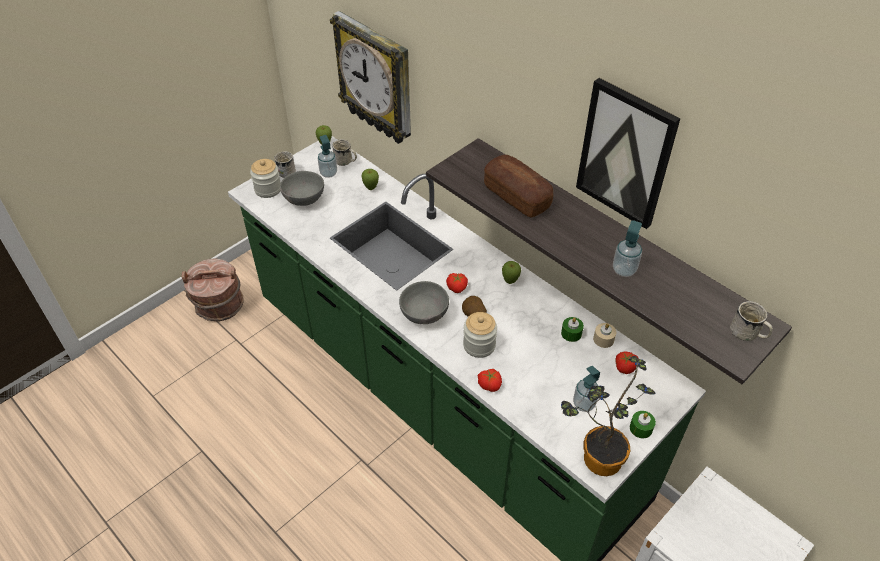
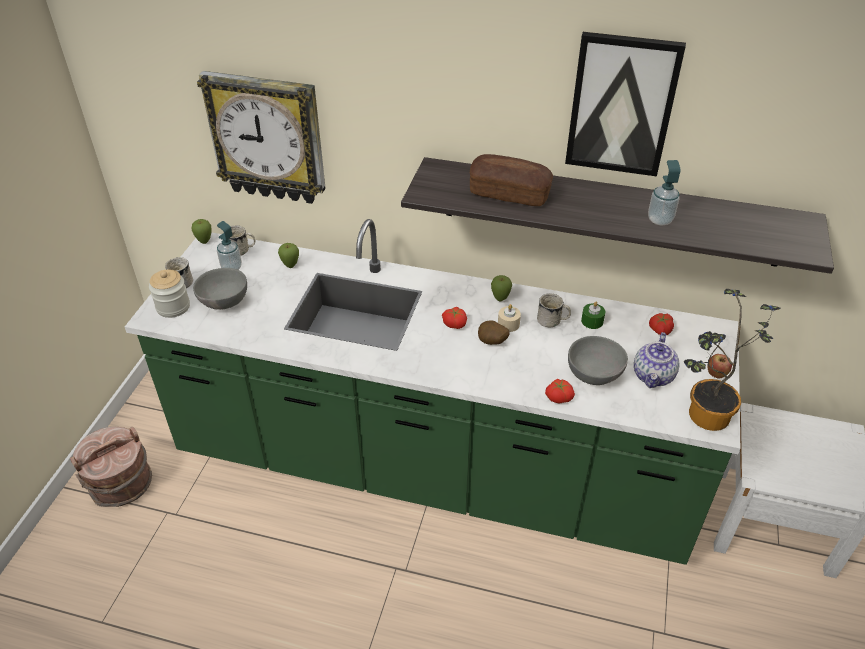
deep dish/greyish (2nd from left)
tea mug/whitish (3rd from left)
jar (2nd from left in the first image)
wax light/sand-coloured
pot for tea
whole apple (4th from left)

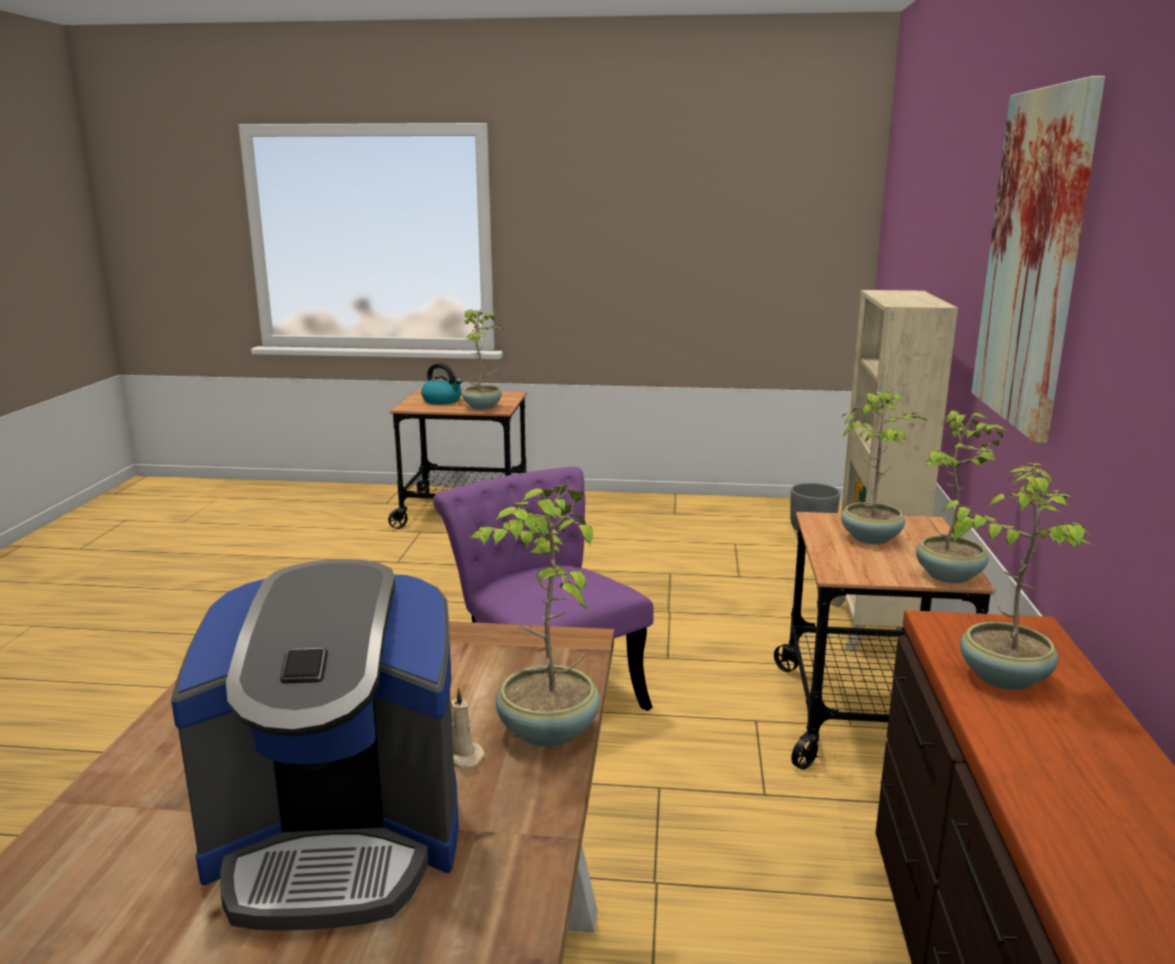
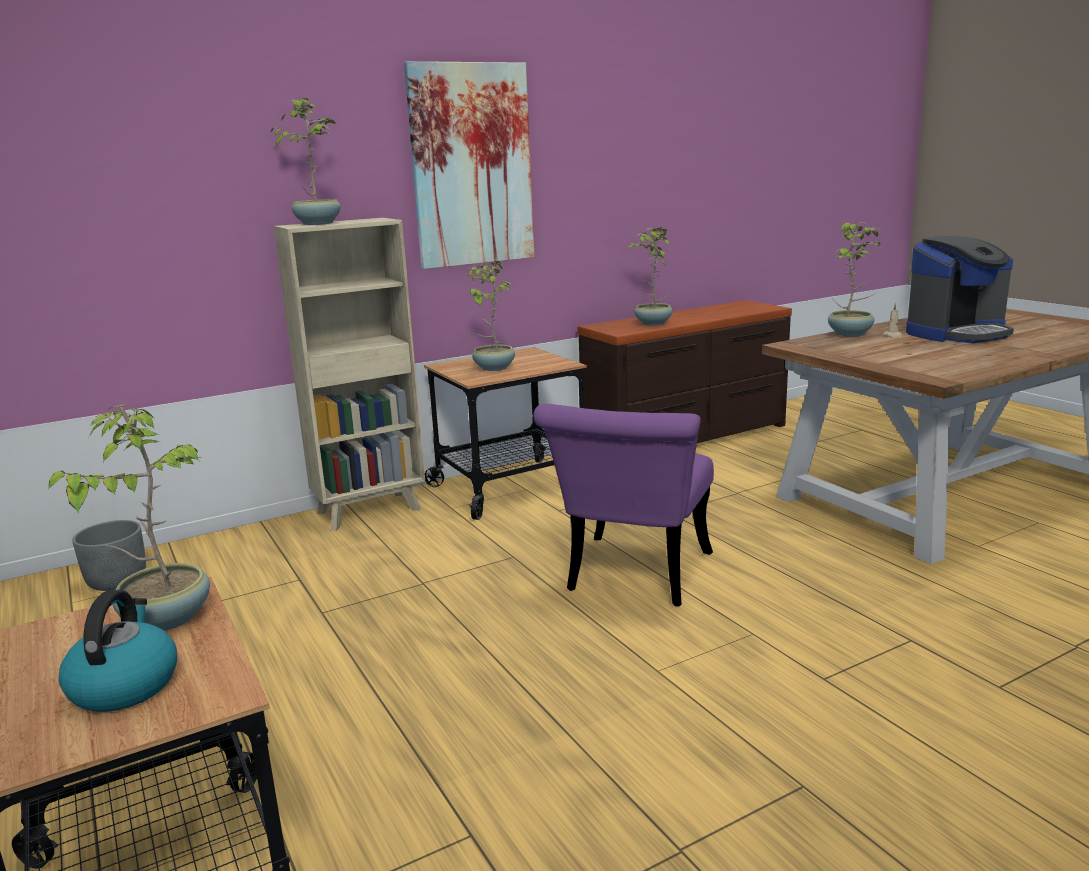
plant in a pot (2nd from left)
coffee machine

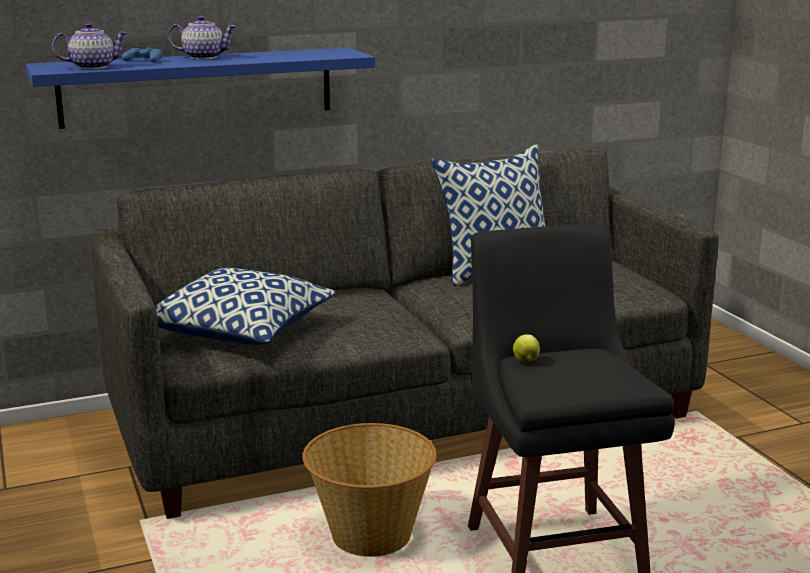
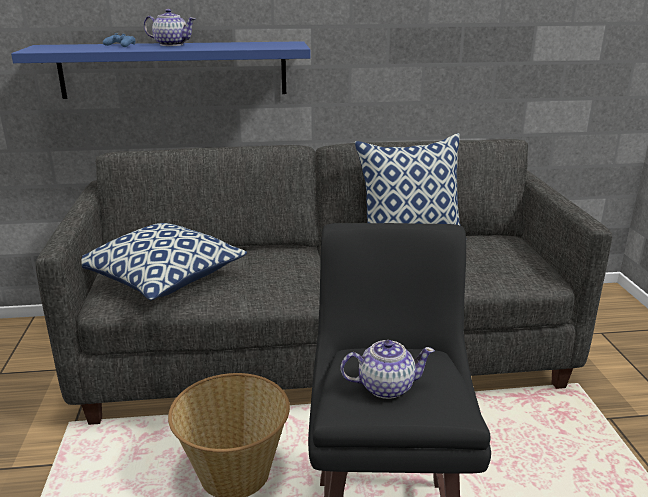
pot for tea (2nd from left)
whole apple

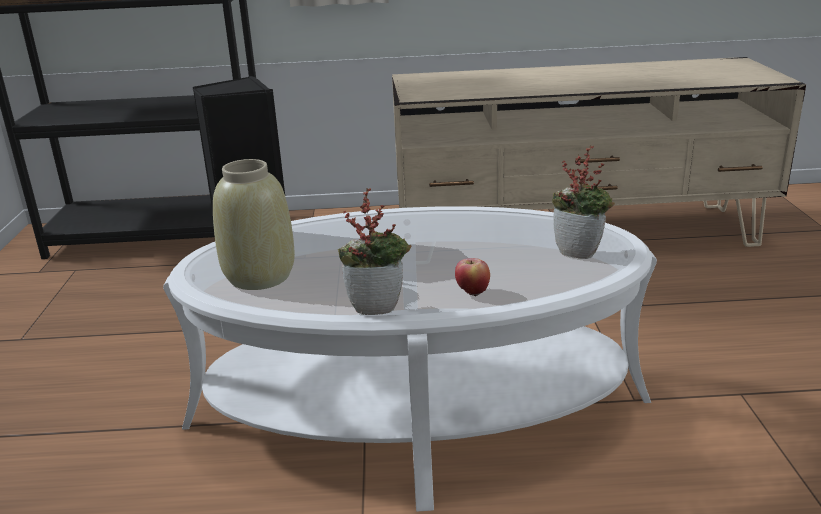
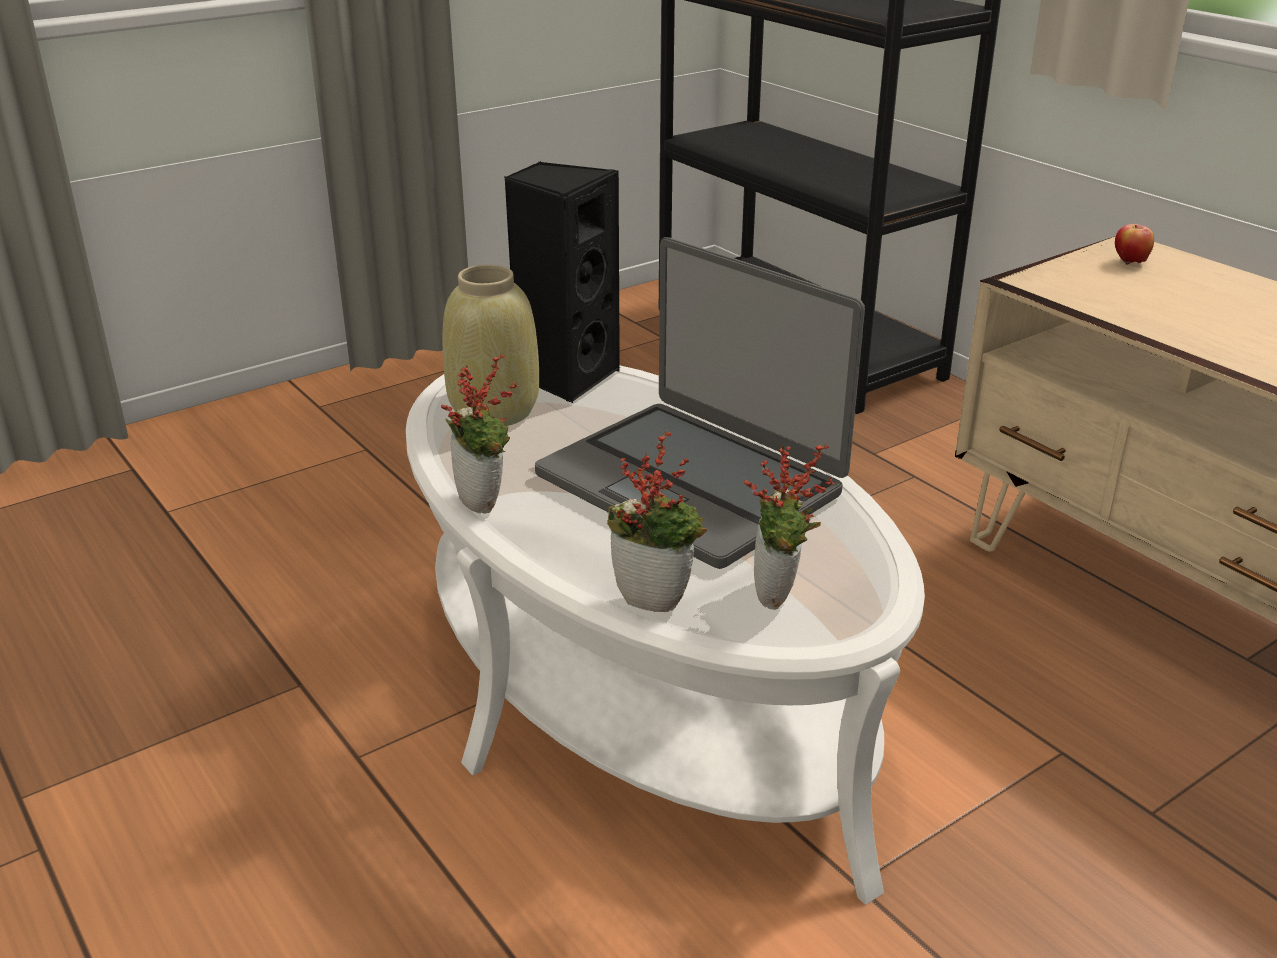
whole apple
laptop
plant in a pot (2nd from left)

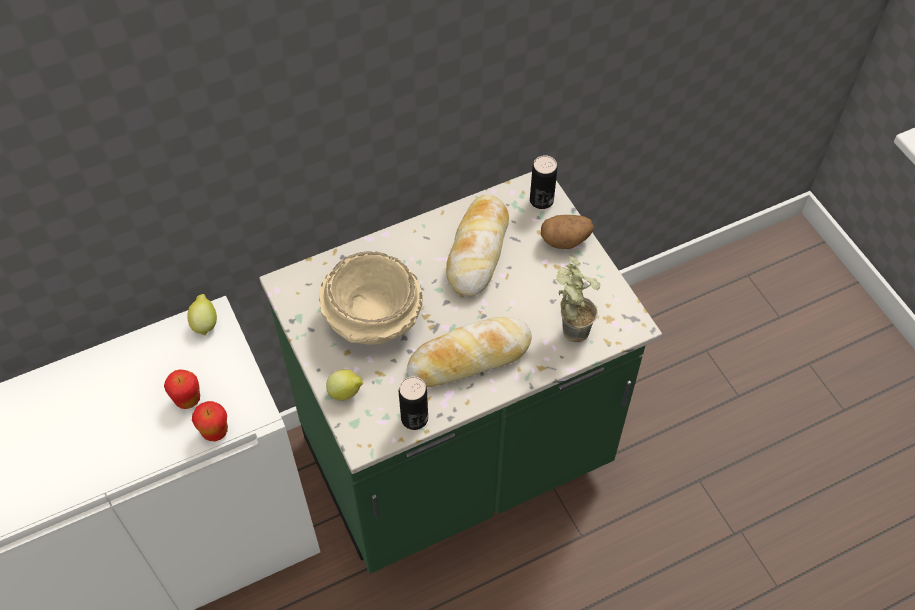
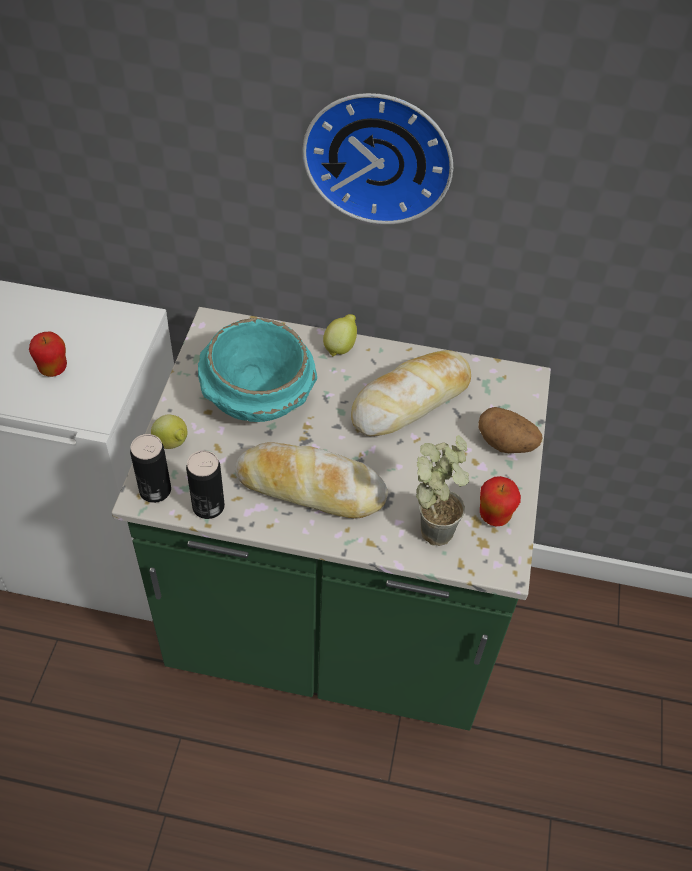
can (1st from left)
deep dish/turquoise
whole lemon (2nd from left)
whole apple (2nd from left)
clock on the wall

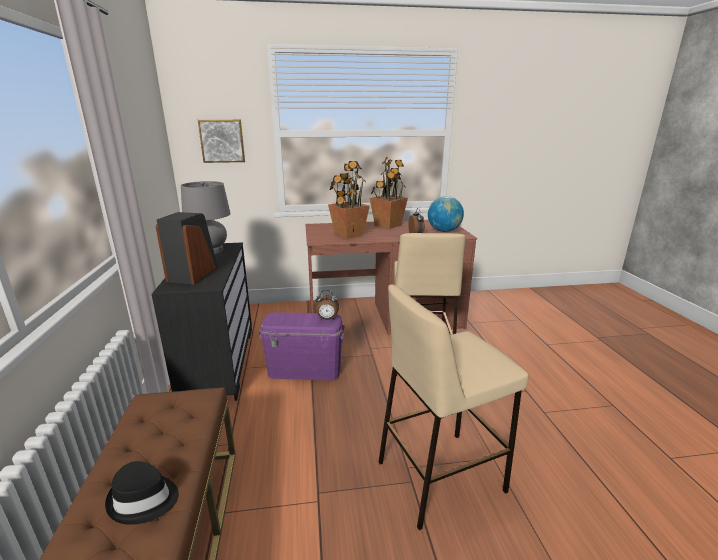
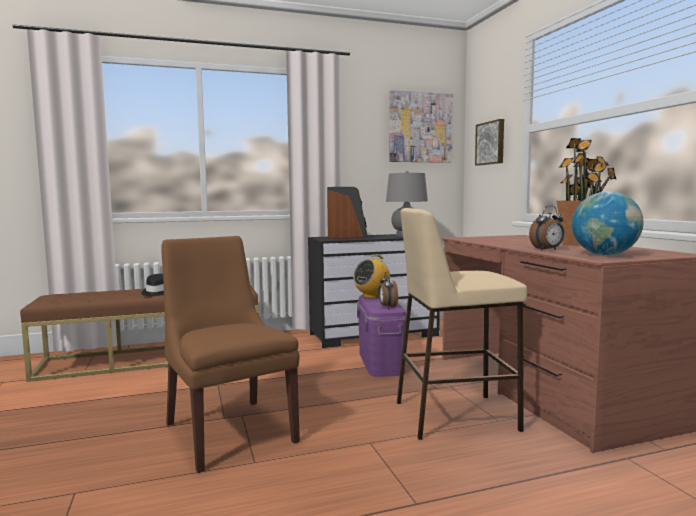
plant in a pot (1st from left in the first image)
chair/brown
picture (1st from left)
radio

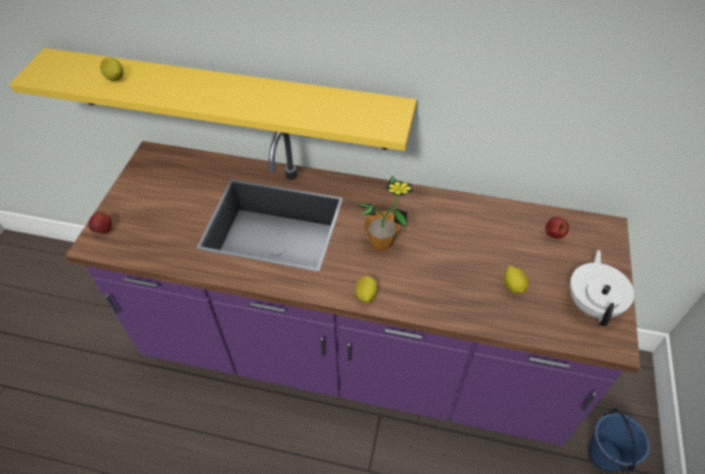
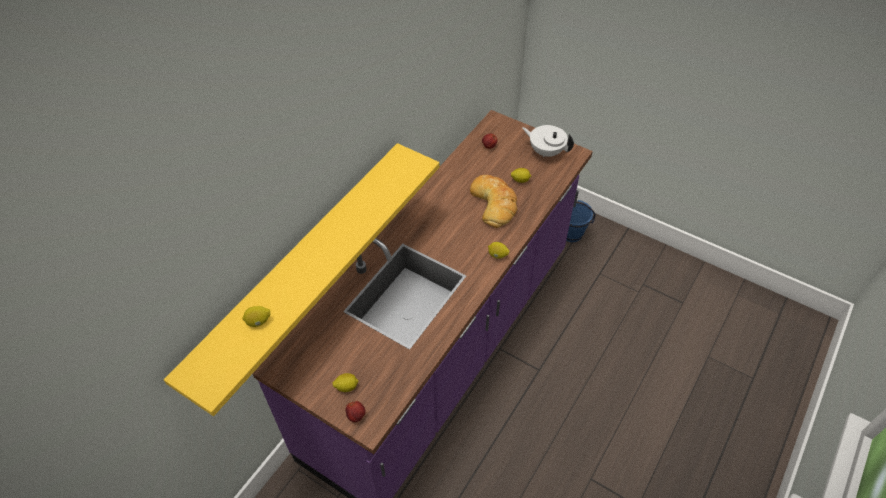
plant in a pot
baked bread
whole lemon (2nd from left)

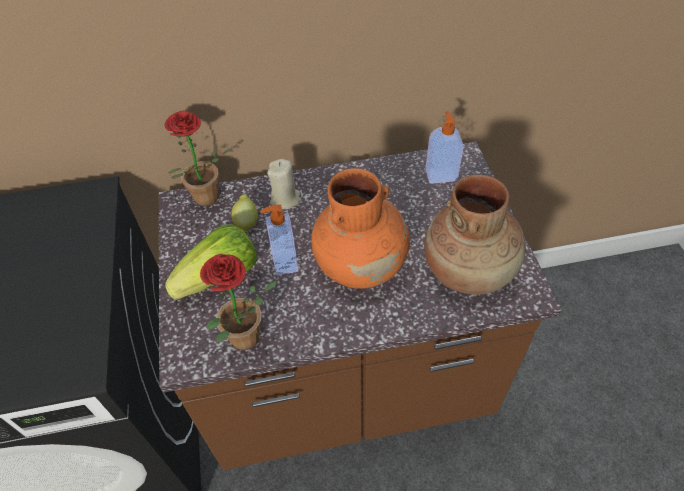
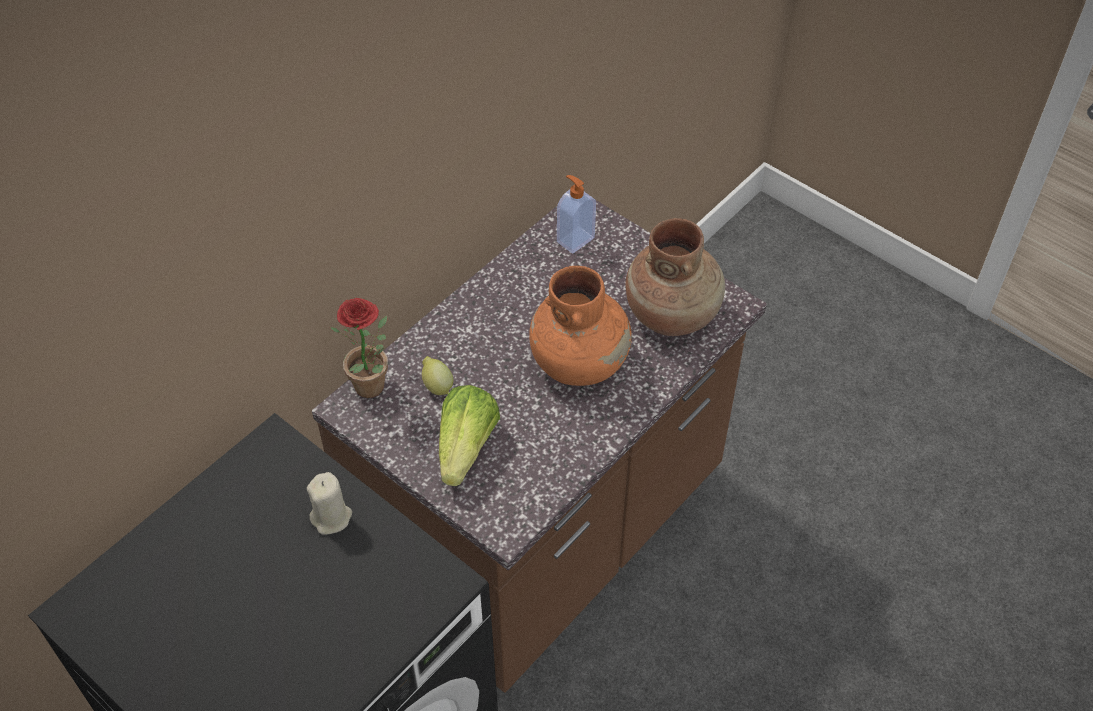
wax light/sand-coloured
liquid soap bottle (1st from left in the first image)
plant in a pot (2nd from left in the first image)

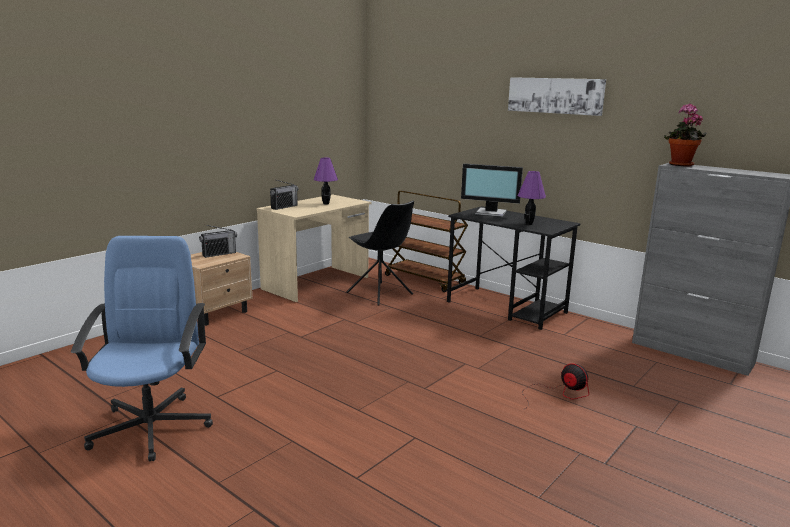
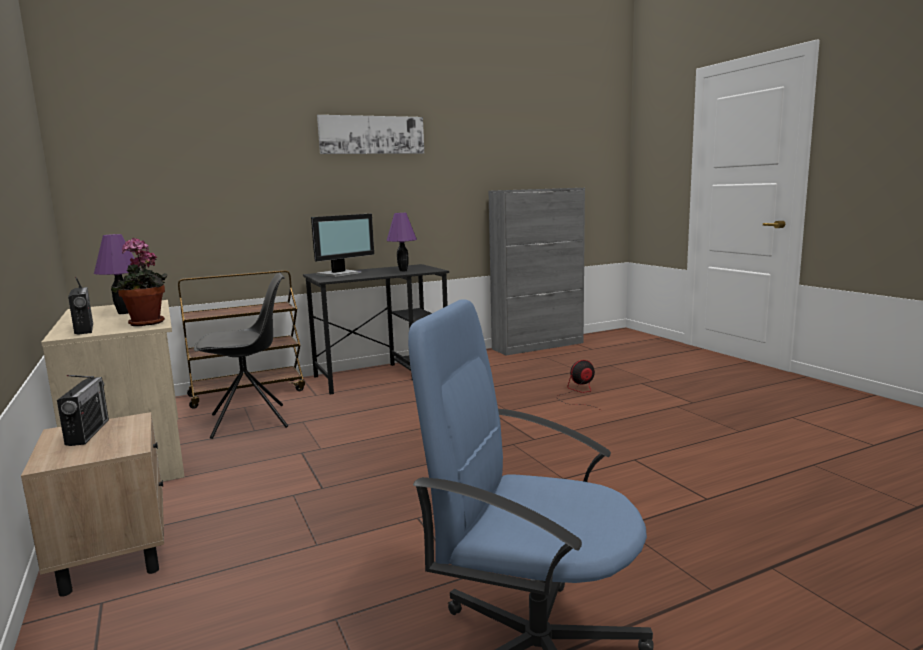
plant in a pot

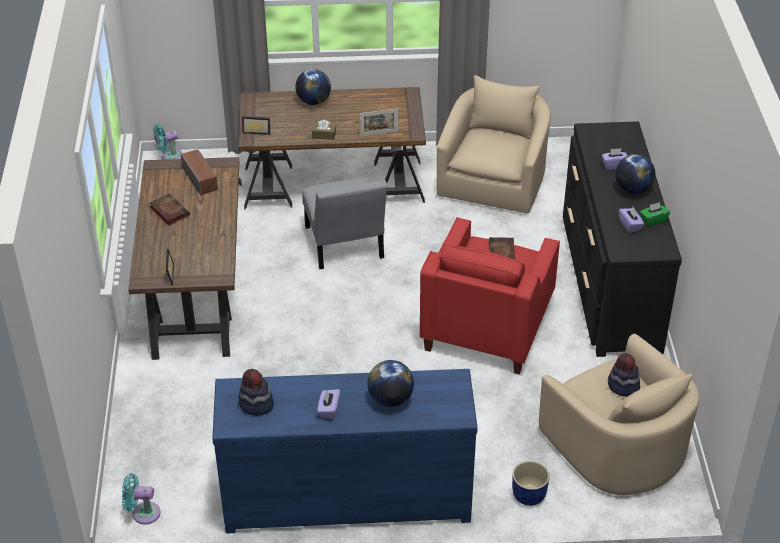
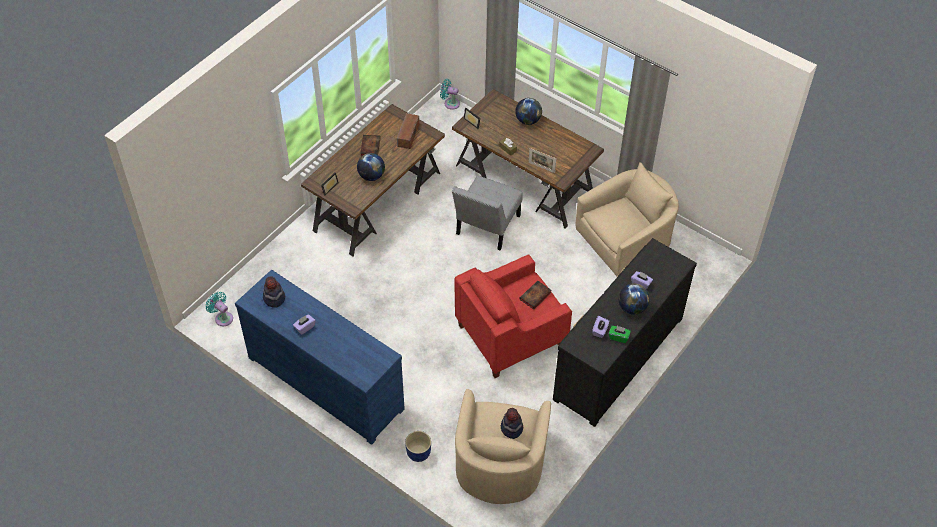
globe (1st from left)

